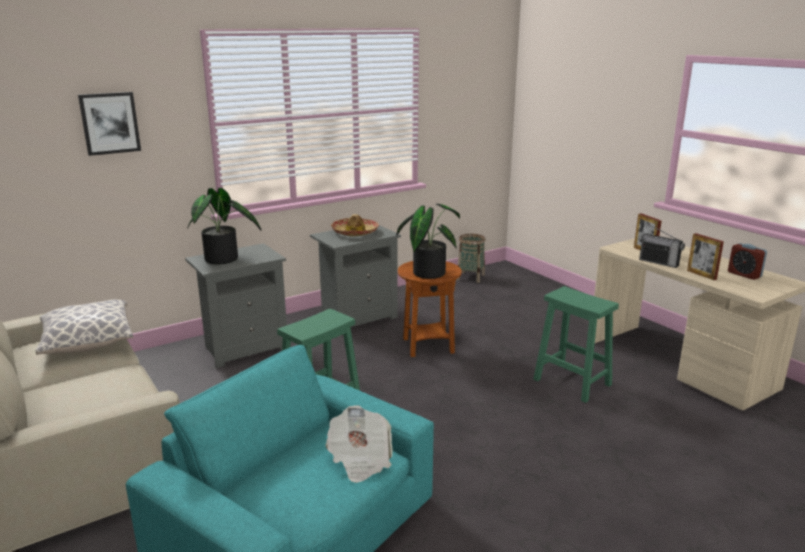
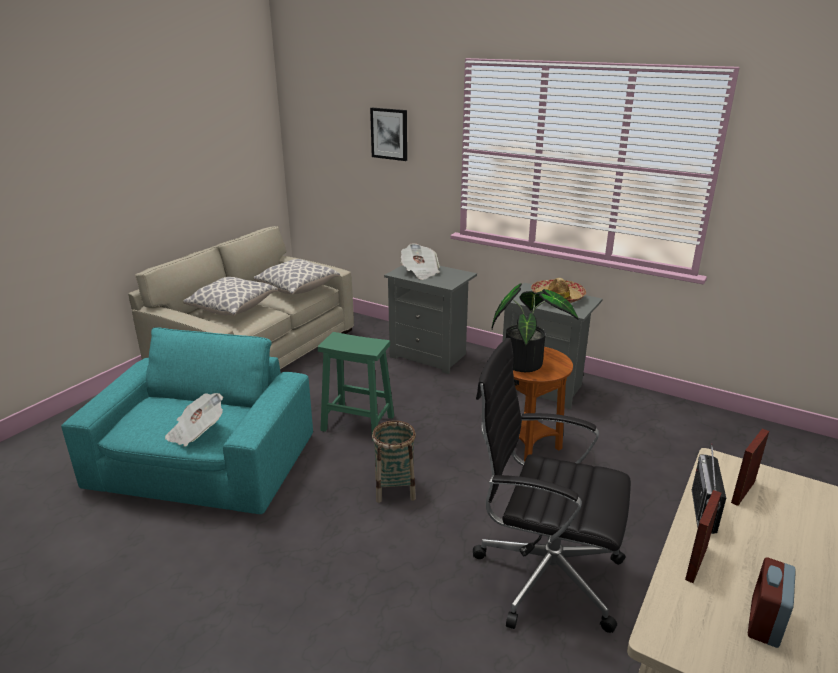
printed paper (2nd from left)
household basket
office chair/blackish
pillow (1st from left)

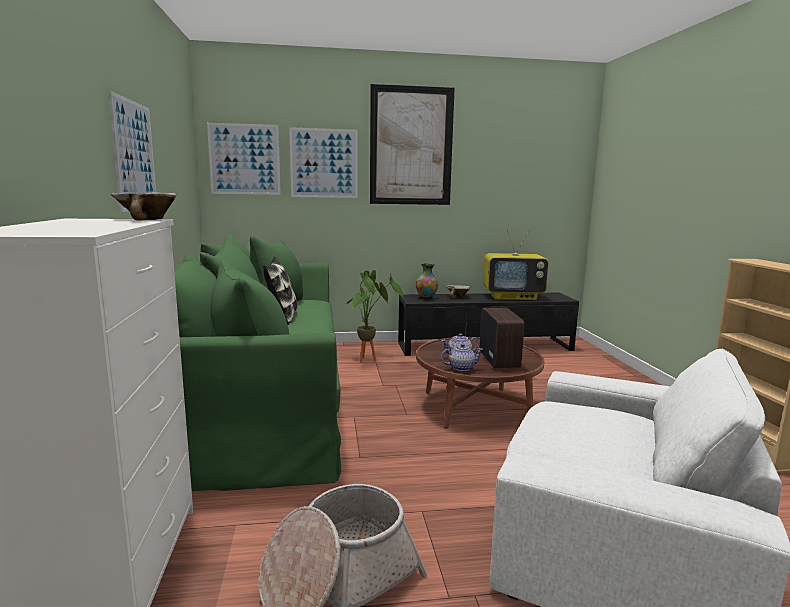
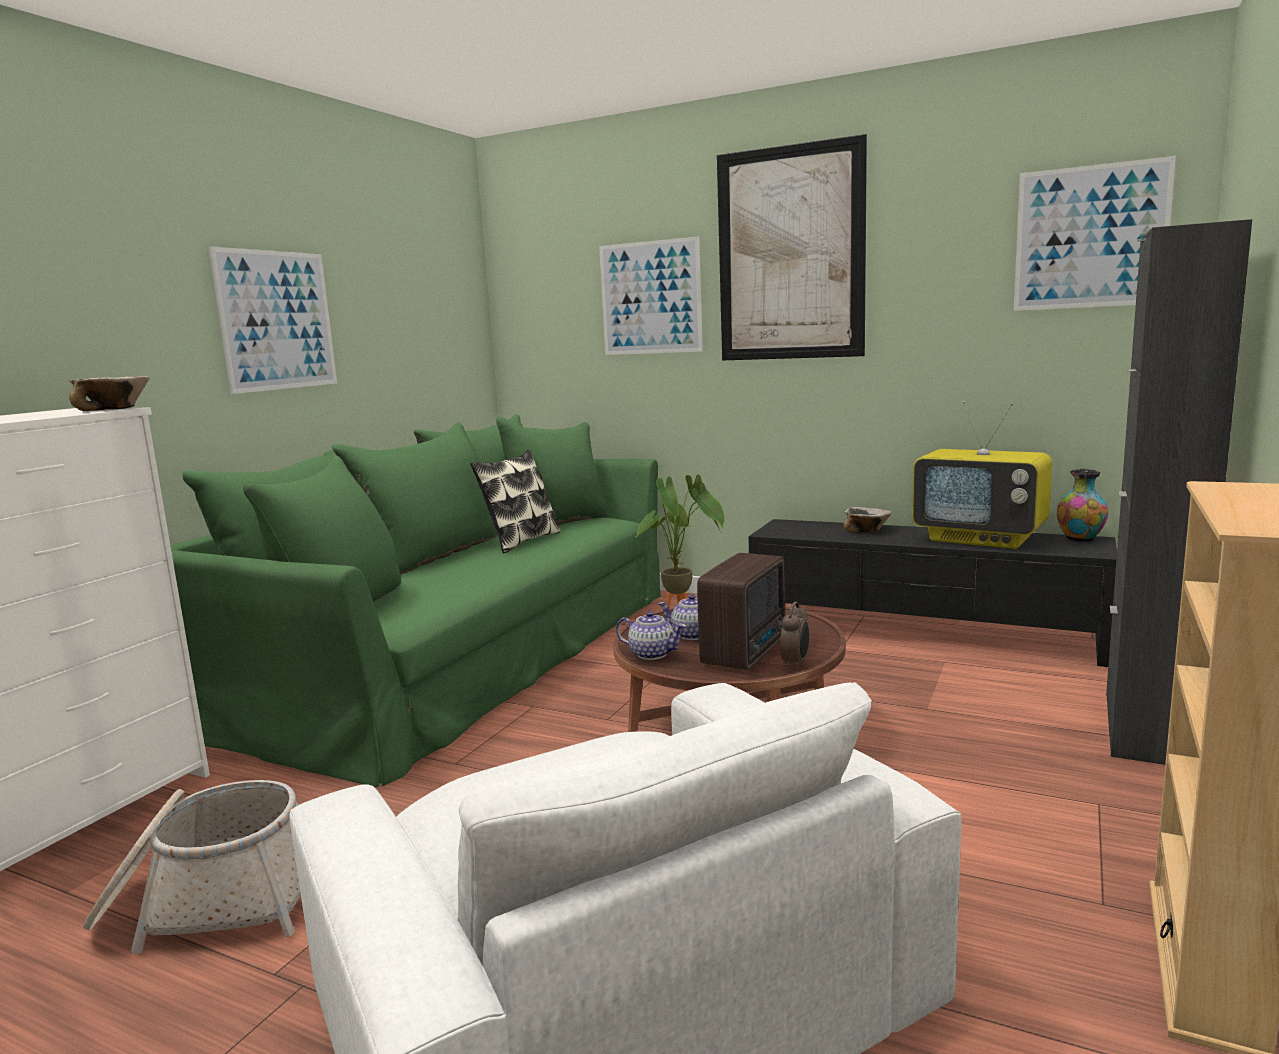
picture (4th from left)
flower vase
cabinet/blackish
alarm clock

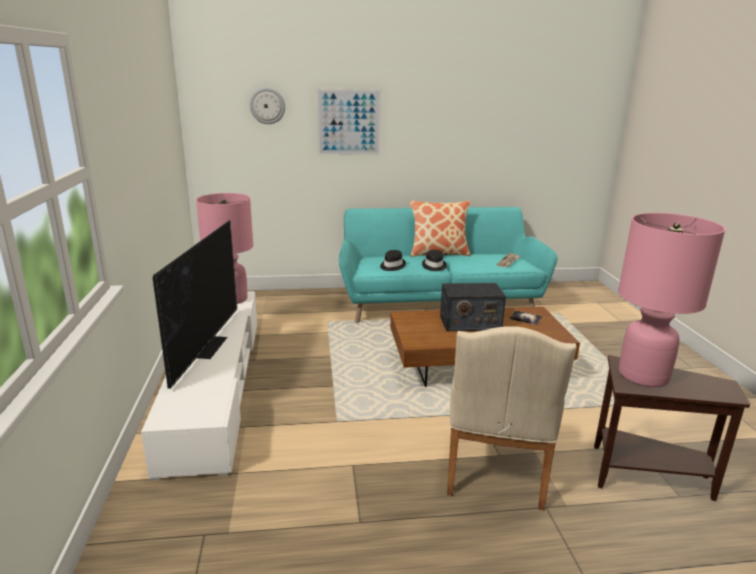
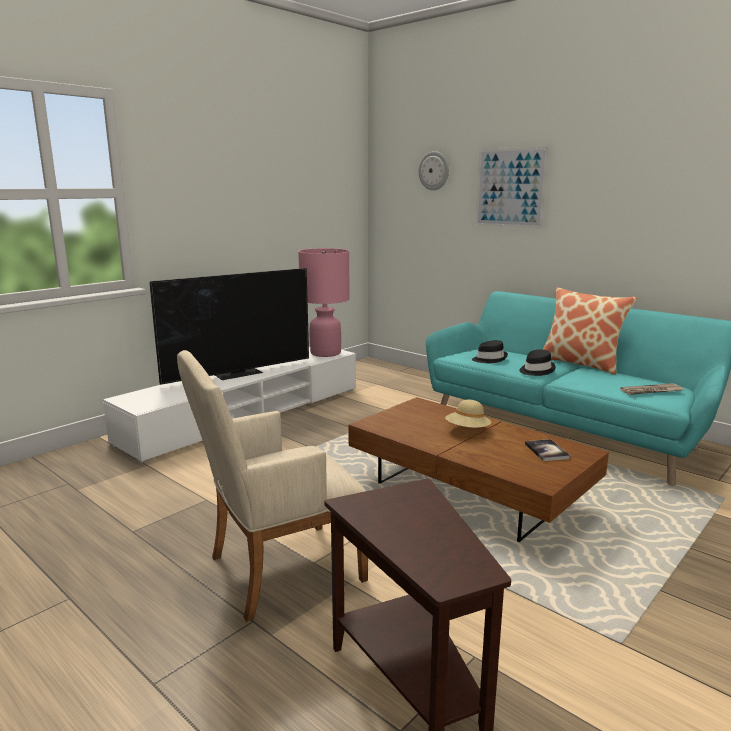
table lamp/pink (2nd from left in the first image)
hat/sand-coloured

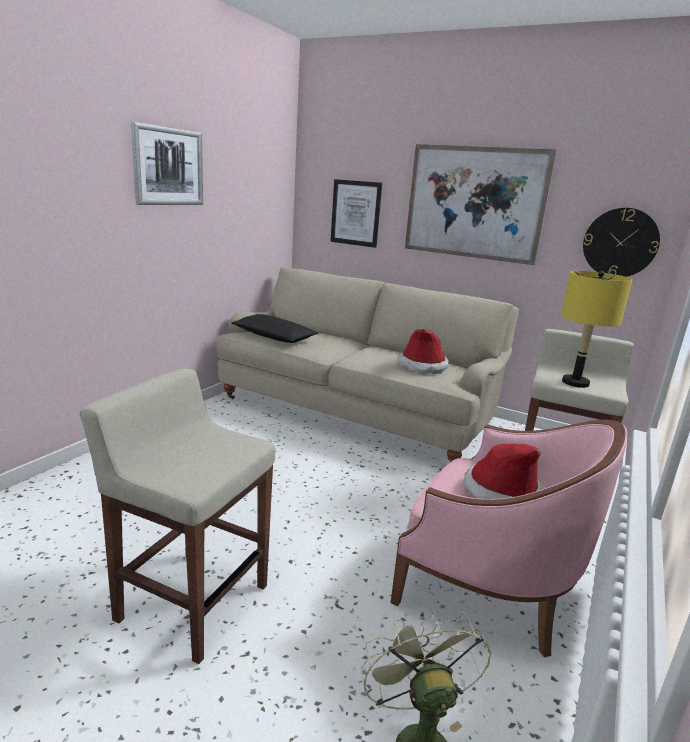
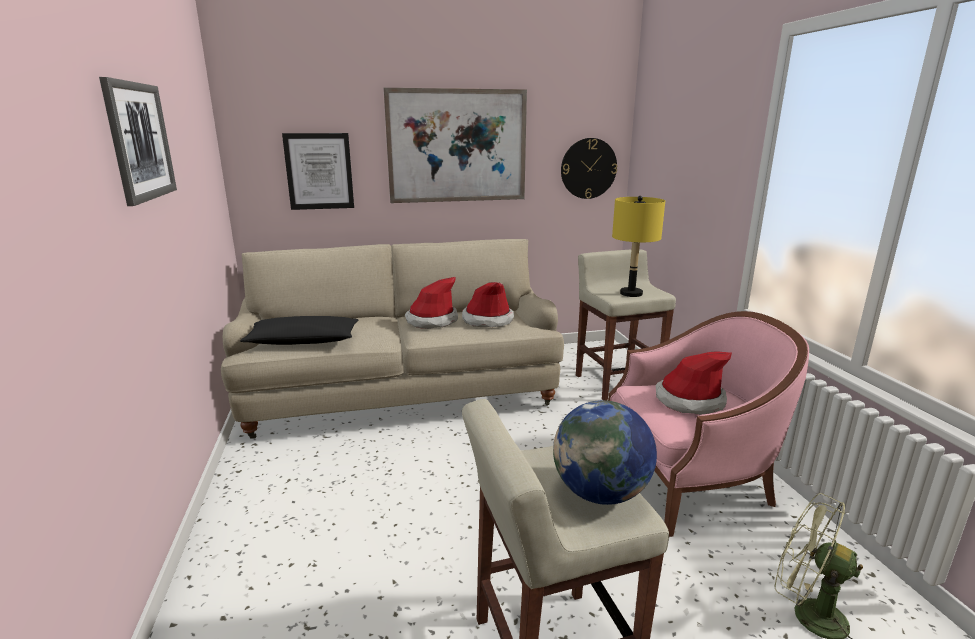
hat (1st from left)
globe

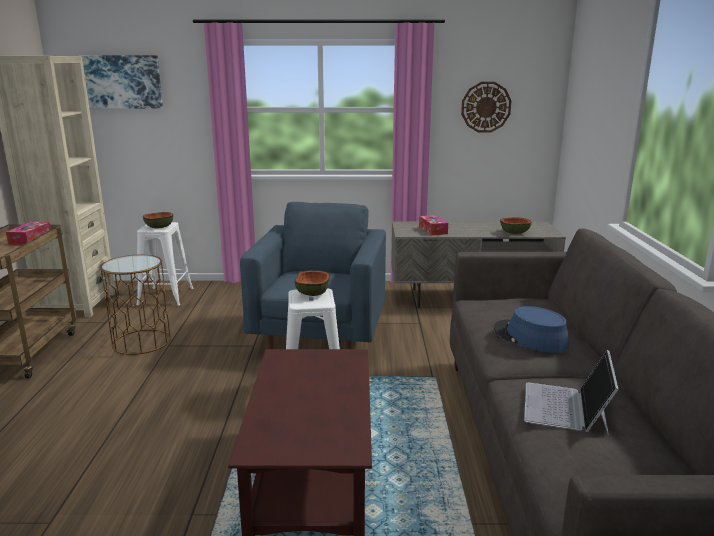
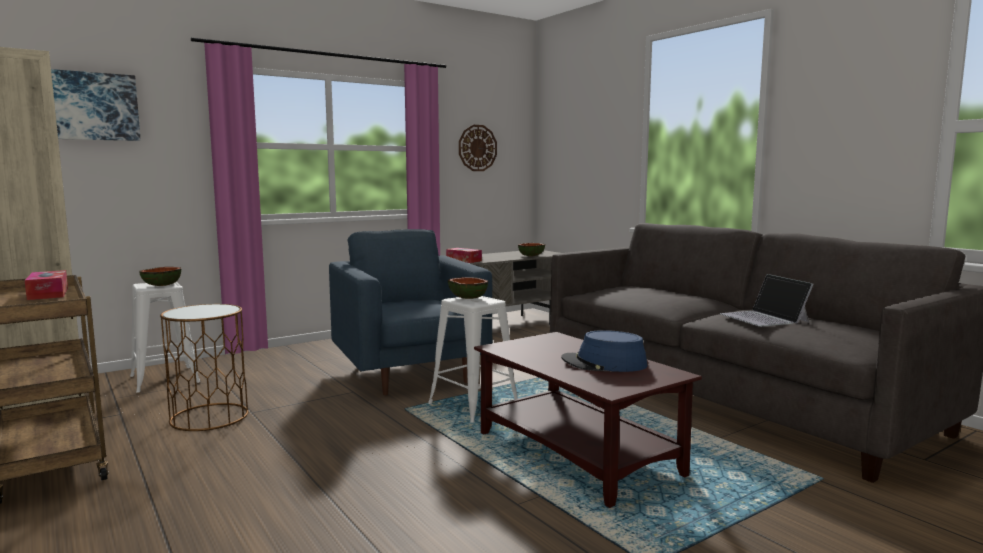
hat/blue-coloured

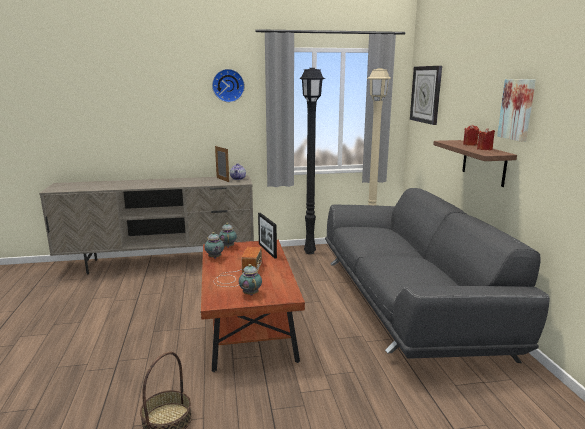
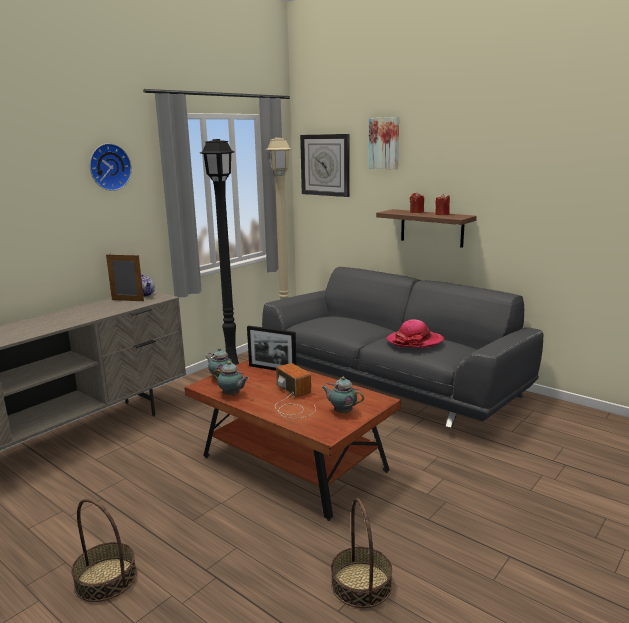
picture
hat
household basket (1st from left)

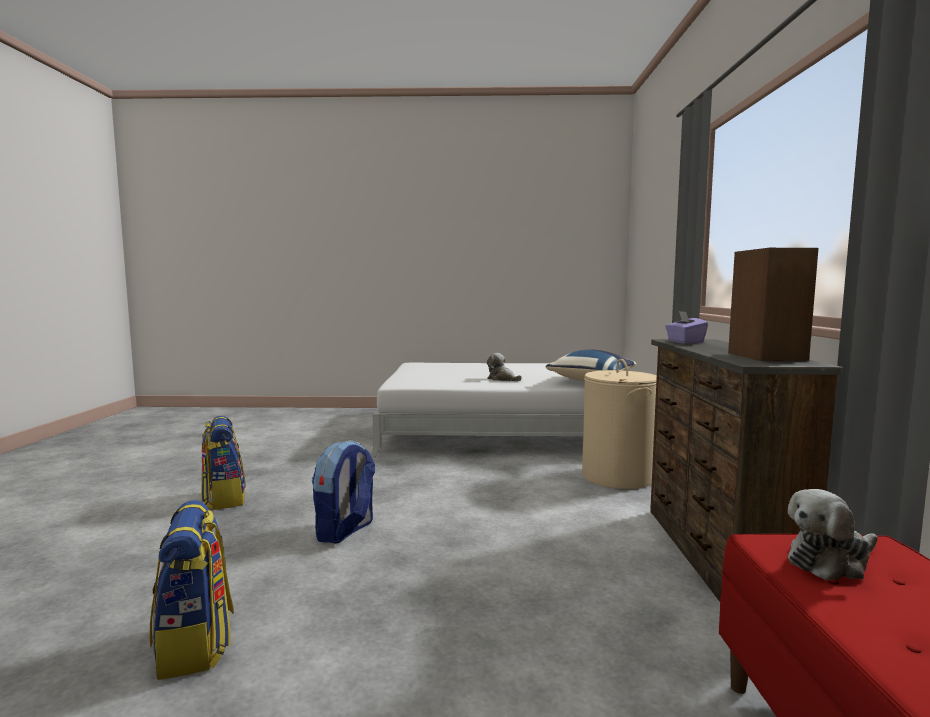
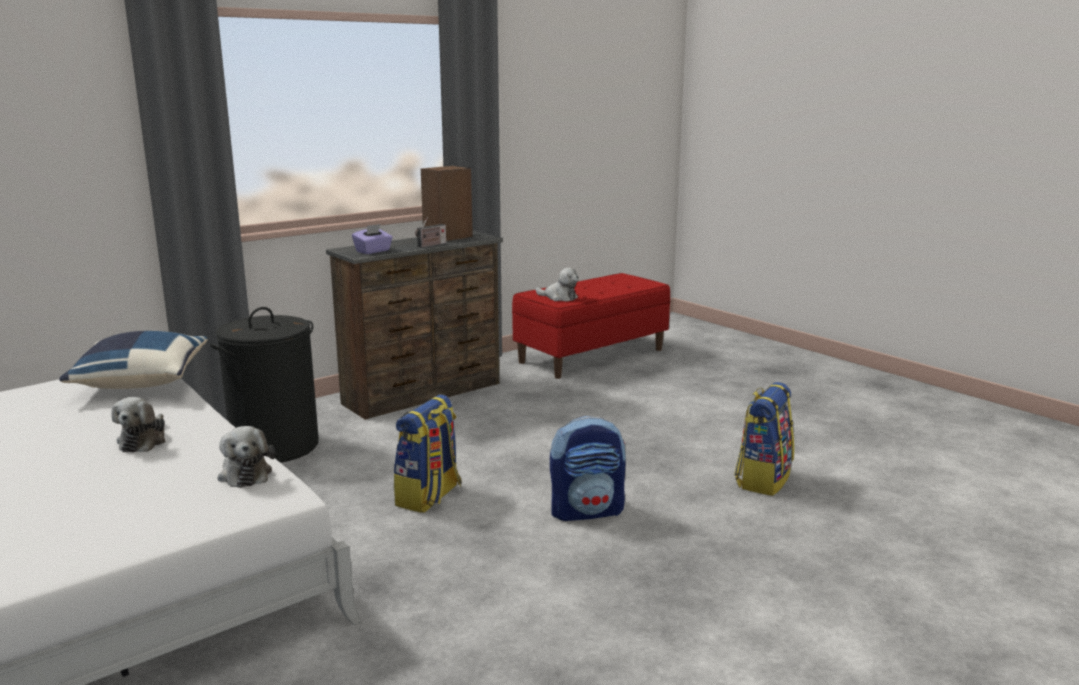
hamper/blackish
rucksack (1st from left)
radio
soft toy (2nd from left)

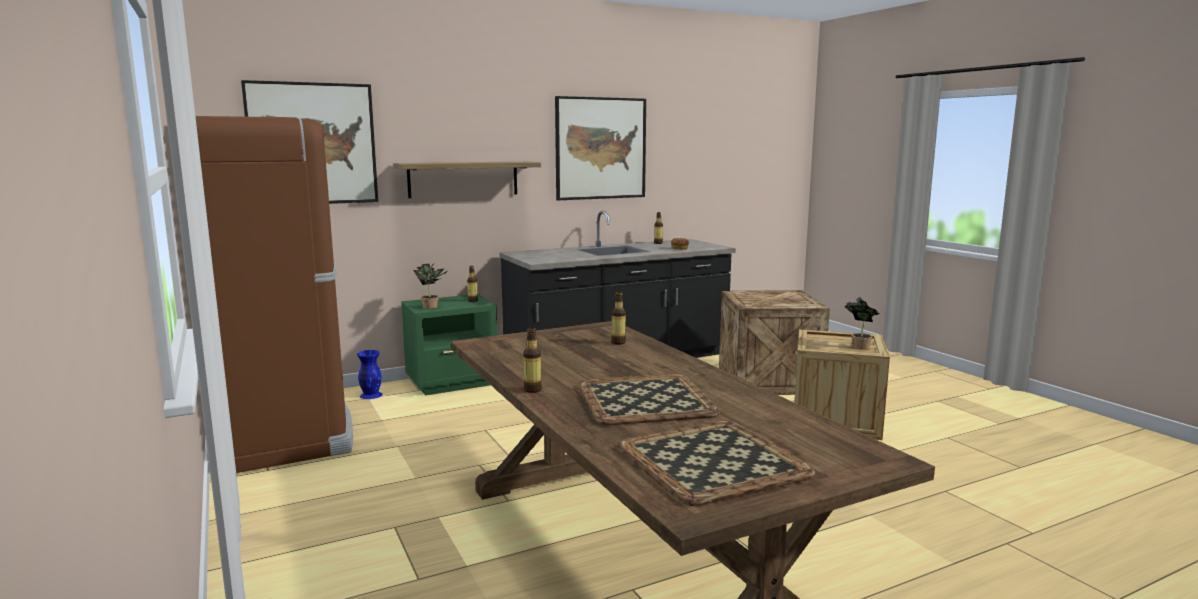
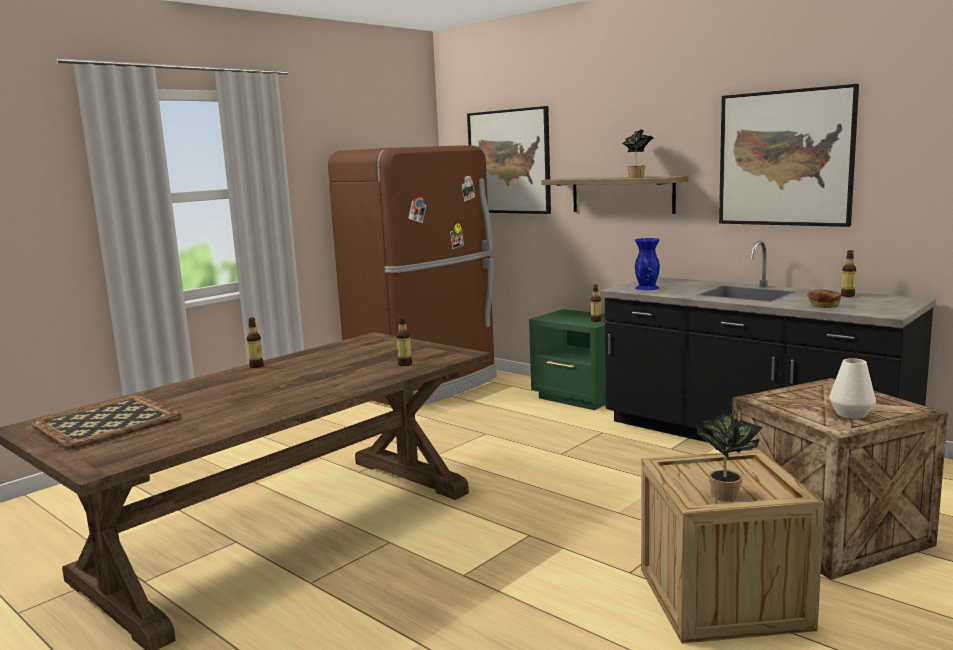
plant in a pot (1st from left)
flower vase/blue-coloured
carrying tray (1st from left in the first image)
flower vase/whitish

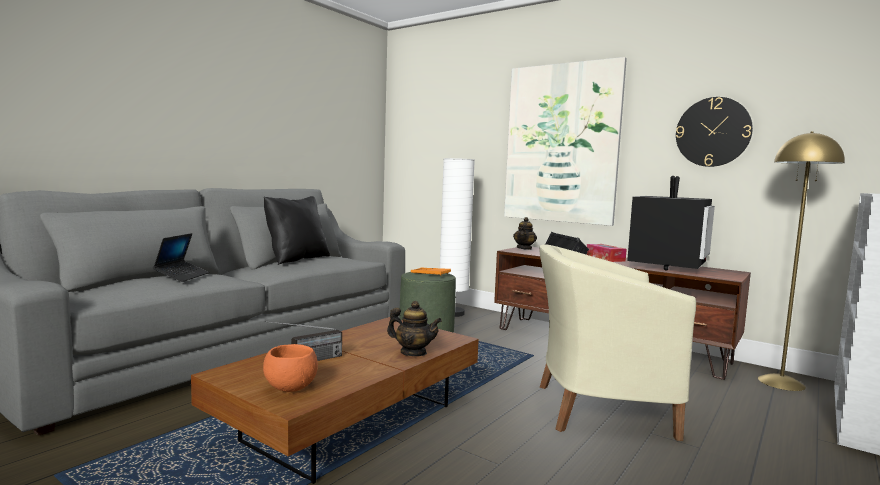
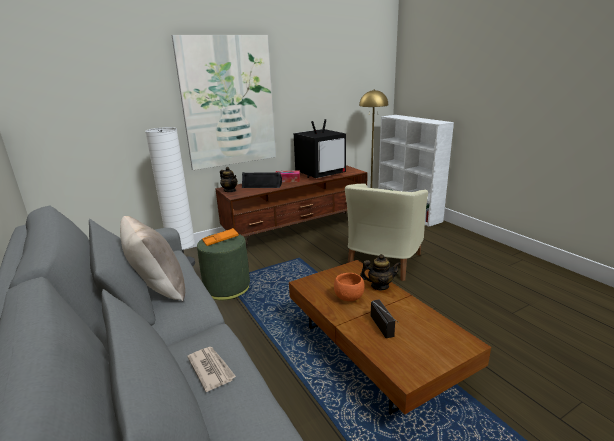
clock on the wall
television
pillow/sand-coloured
printed paper
pot for tea (2nd from left)
deep dish/orangey

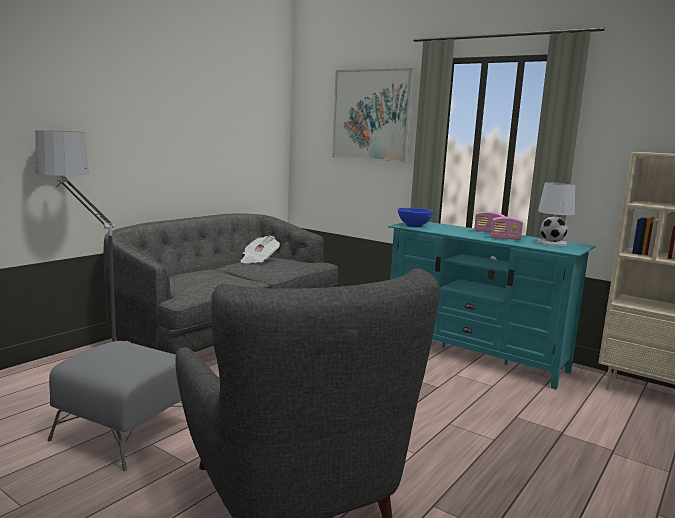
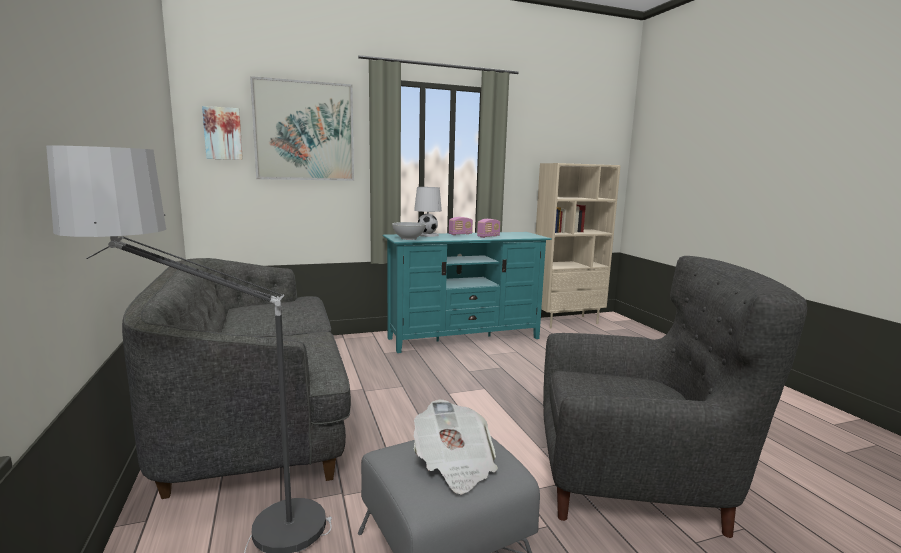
table lamp/whitish
deep dish/whitish
printed paper
picture (1st from left)

